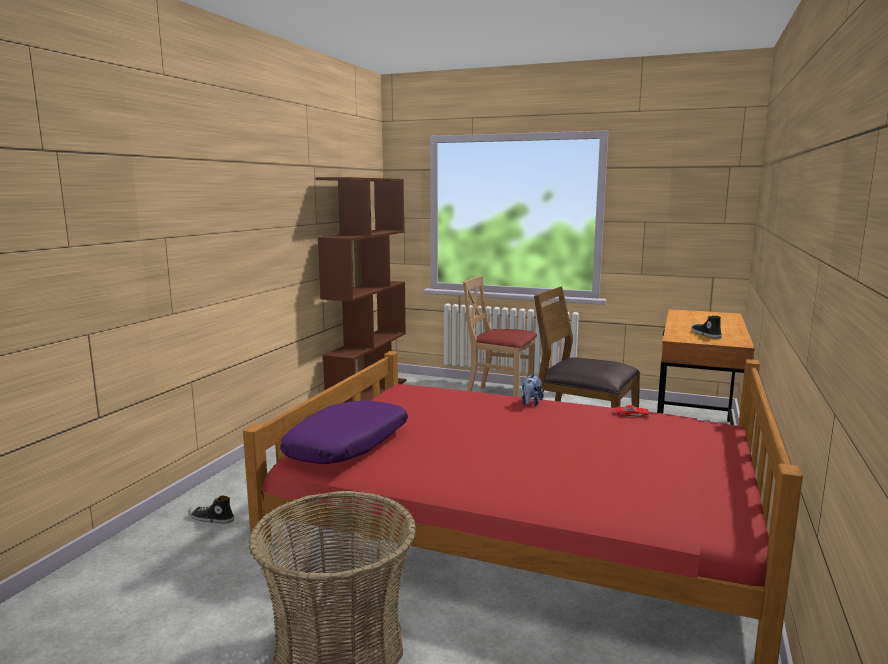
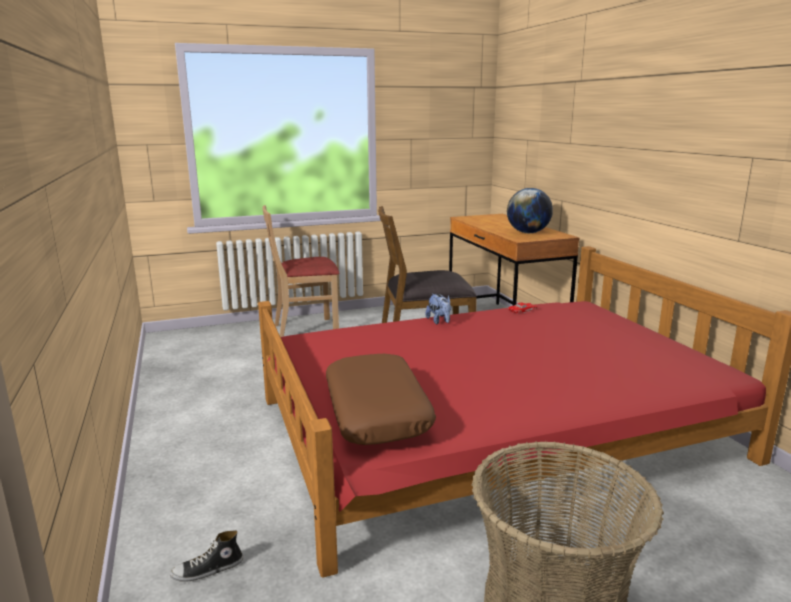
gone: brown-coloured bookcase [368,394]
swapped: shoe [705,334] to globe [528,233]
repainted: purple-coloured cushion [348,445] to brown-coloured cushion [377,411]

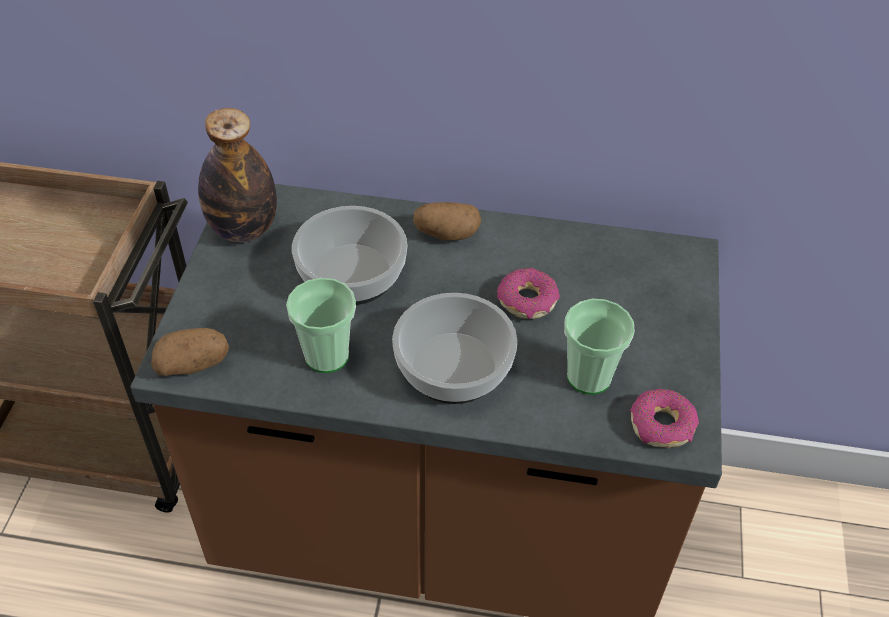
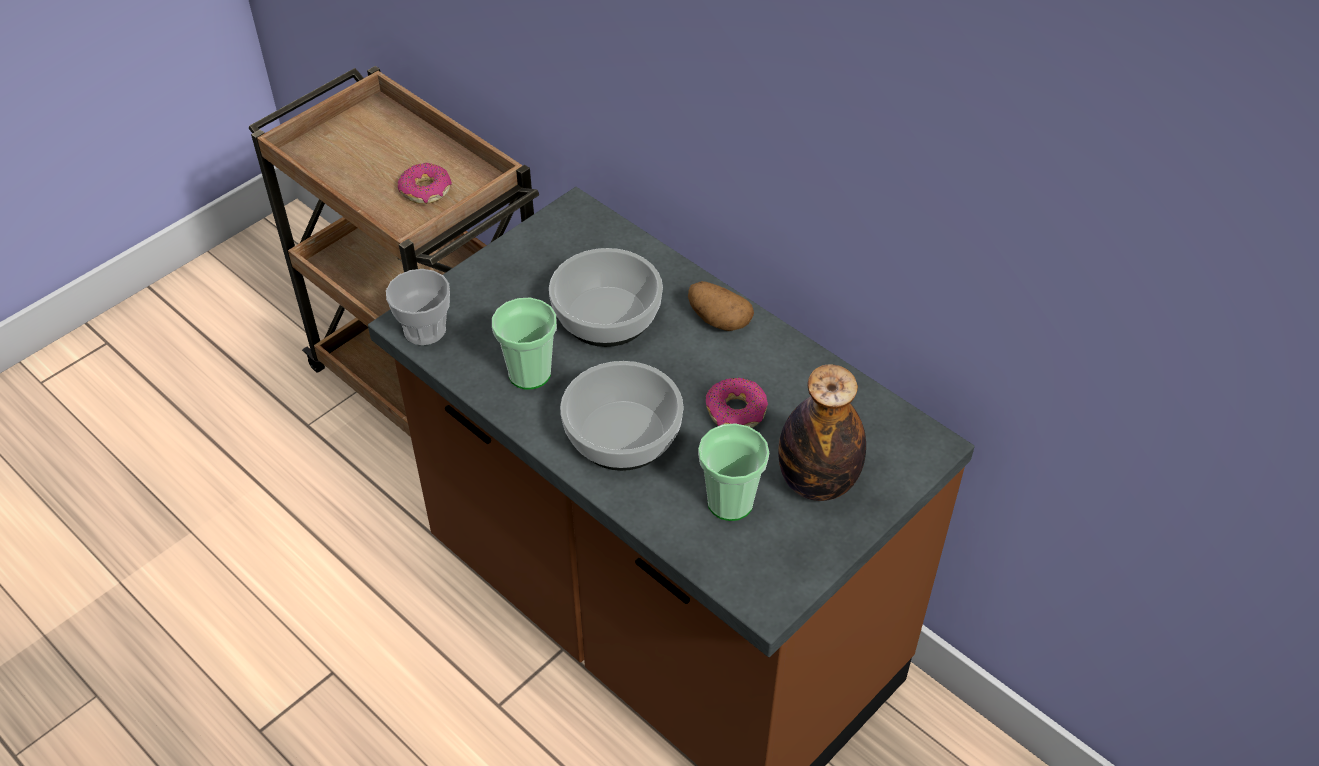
shifted: beverage bottle [243,229] to [817,482]; doughnut [662,426] to [426,191]
swapped: potato [193,364] to small cup [425,330]

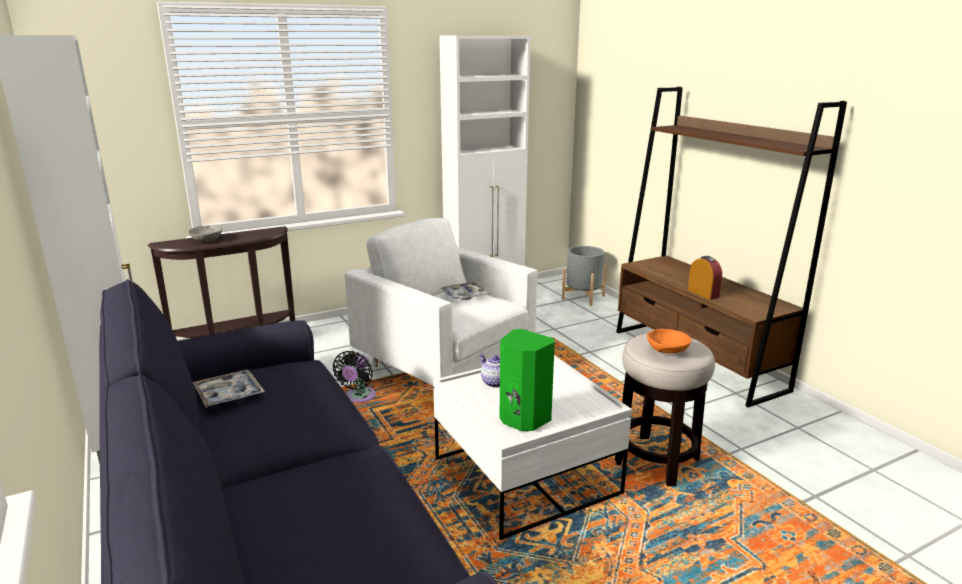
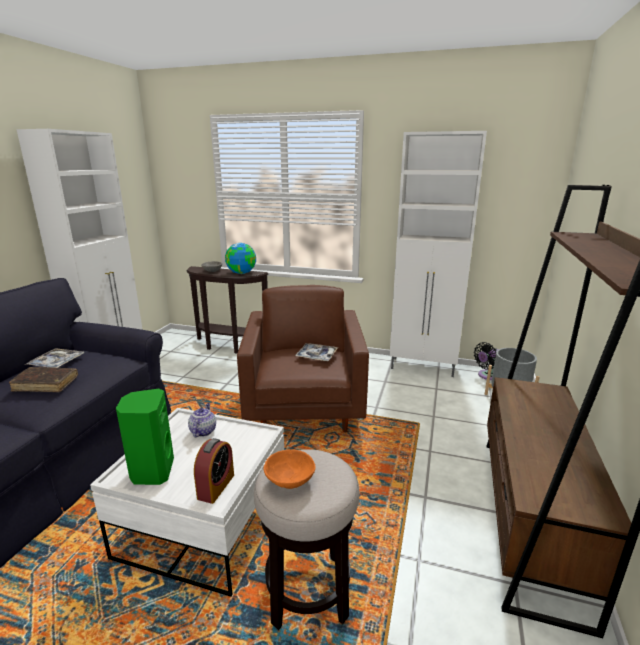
new: globe [241,273]; brown-coloured book [46,384]
shifted: alarm clock [703,293] to [216,486]; black-coloured electric fan [359,398] to [486,376]
repainted: white-coloured armchair [445,367] to brown-coloured armchair [305,408]

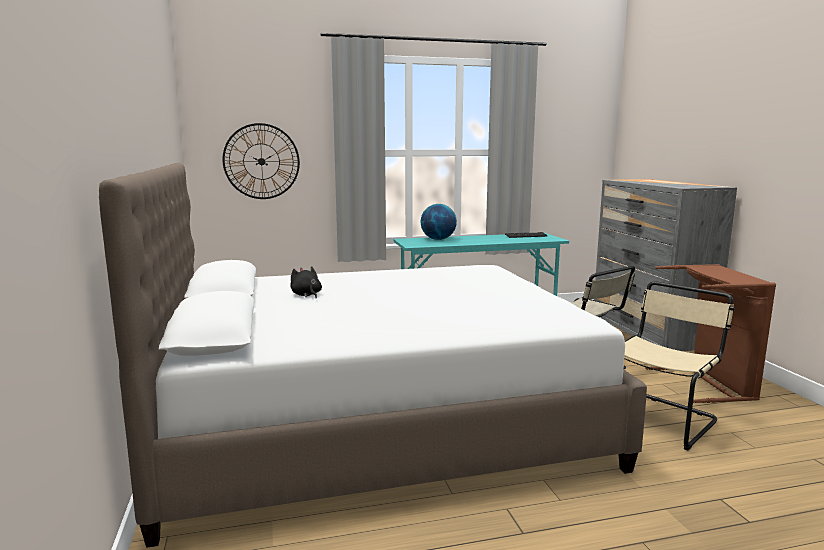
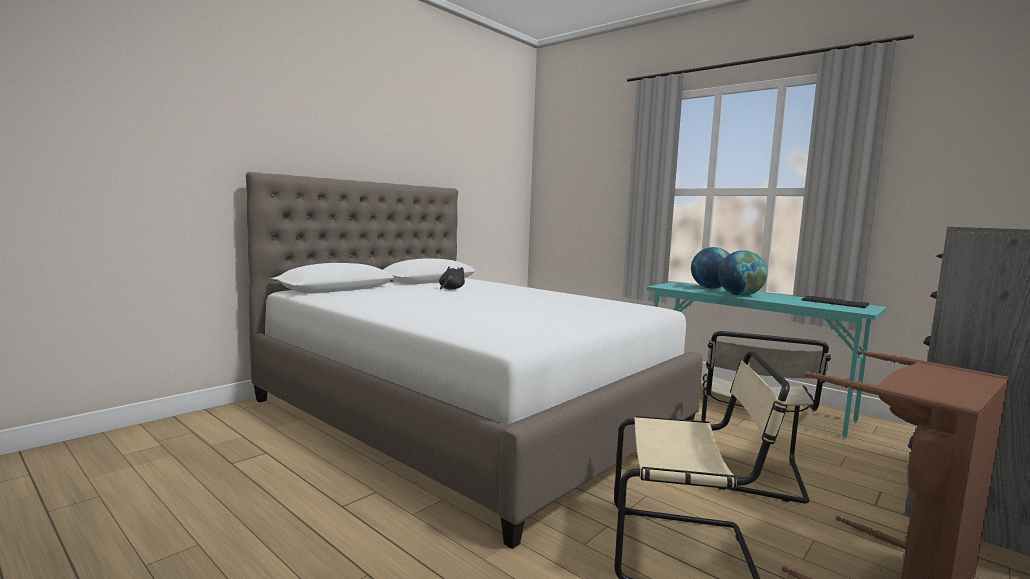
gone: hanging clock [261,161]
new: globe [740,295]

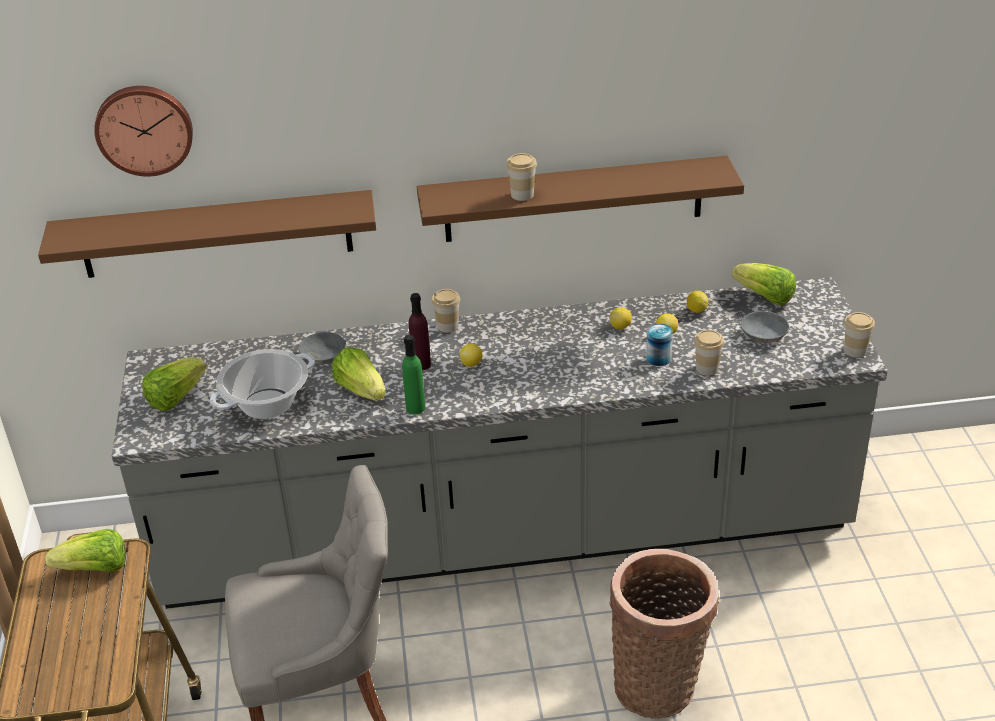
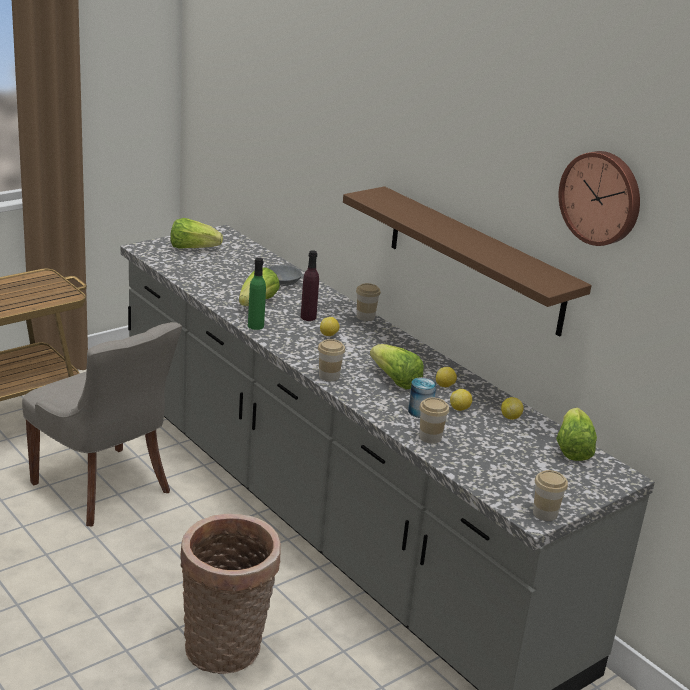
gone: brown-coloured bracket shelf [216,234]; greyish serving bowl [762,335]; cooking pot [267,403]
shifted: hanging clock [144,129] to [602,197]; small cup [522,195] to [329,376]; head of lettuce [95,569] to [395,380]

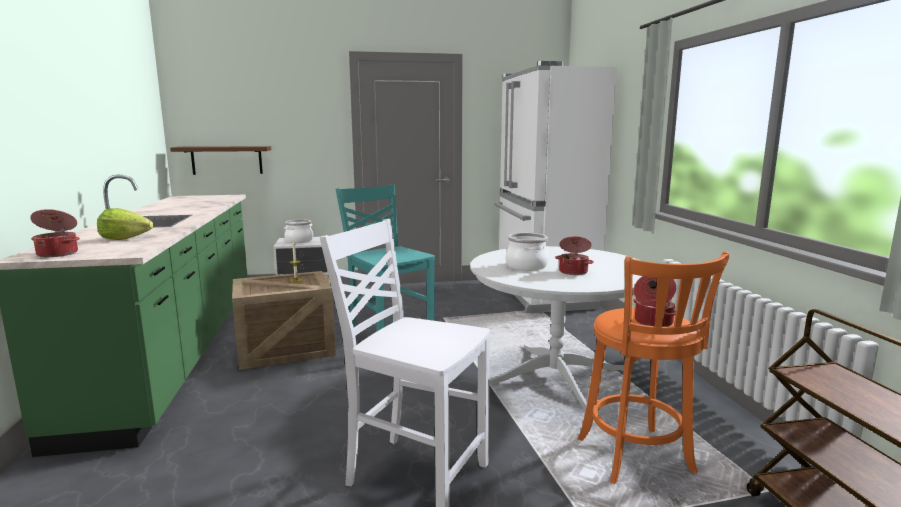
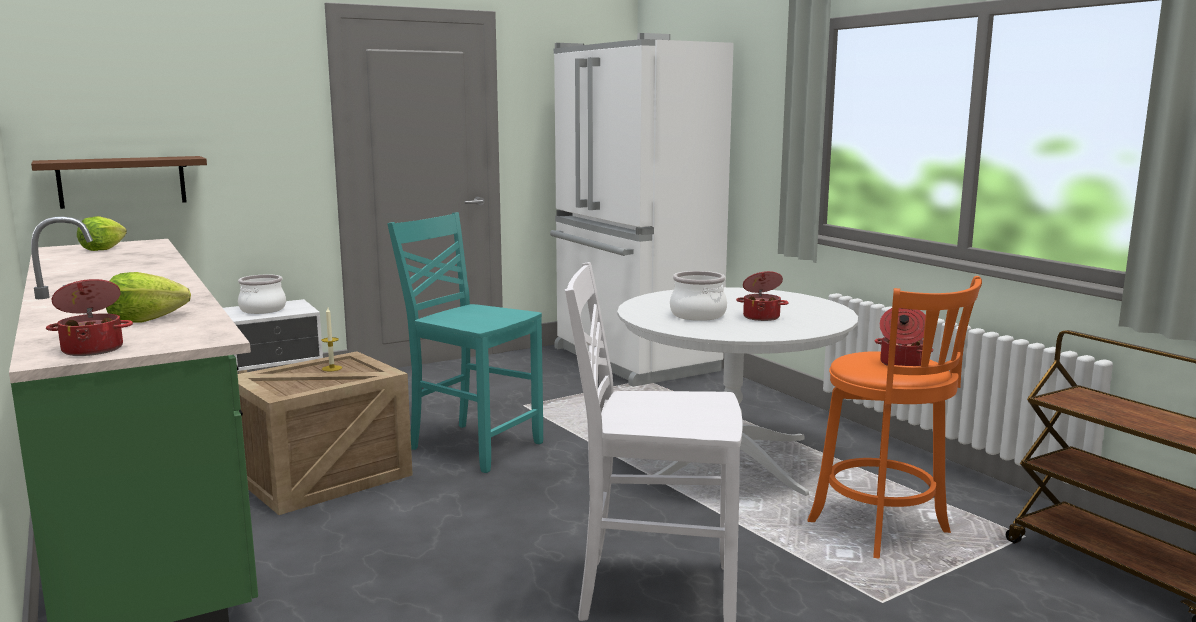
new: head of lettuce [103,249]

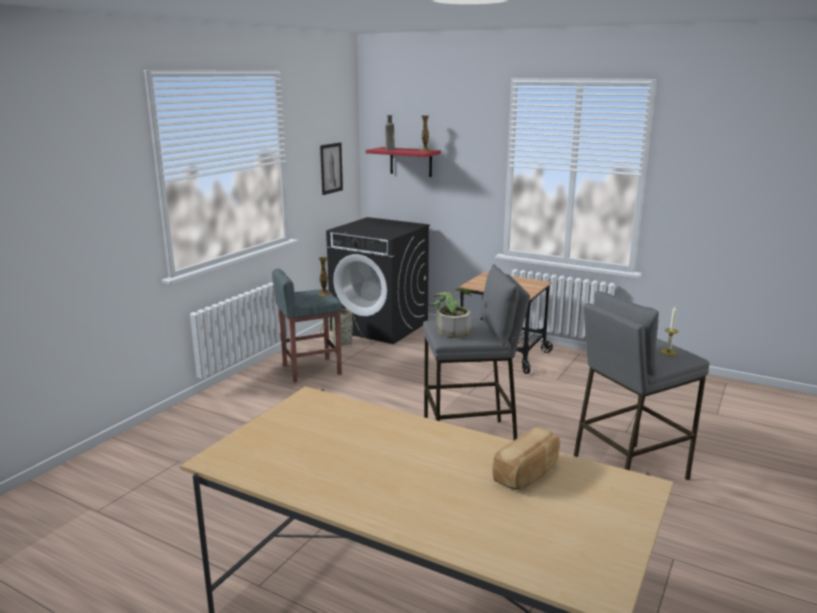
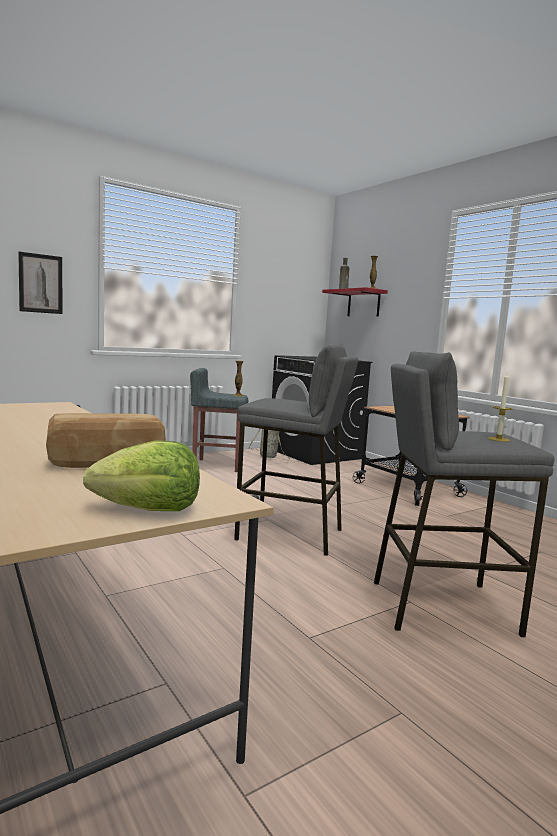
gone: potted plant [451,329]
new: head of lettuce [149,510]
shifted: picture [331,168] to [40,283]

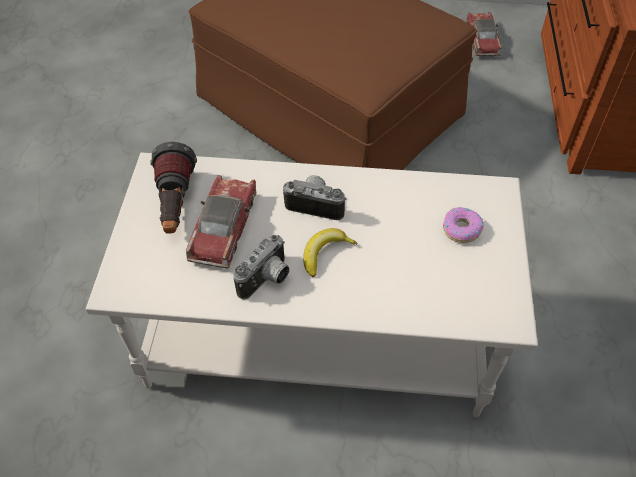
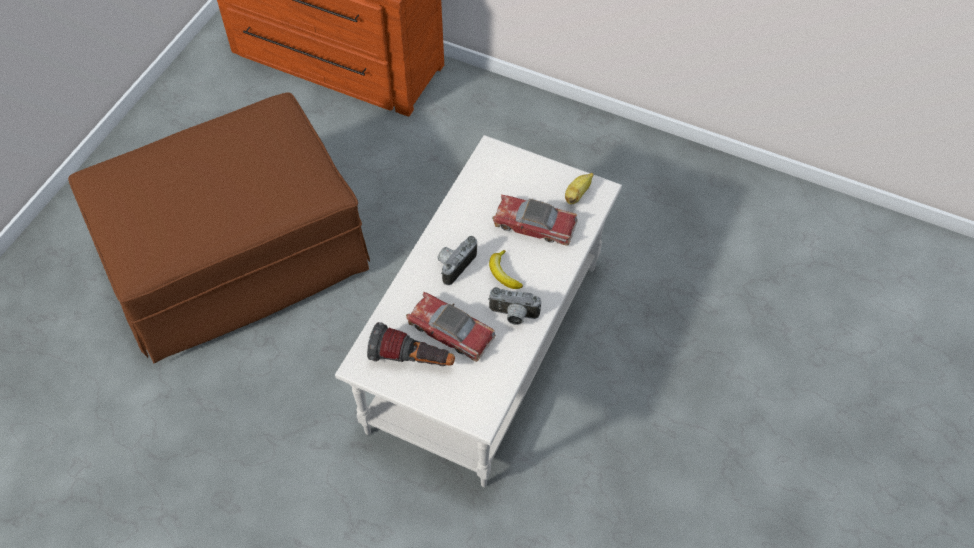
gone: doughnut [461,229]
new: banana [577,194]
shifted: model car [482,40] to [534,225]
rotated: photo camera [267,280] = [513,316] 135 degrees clockwise

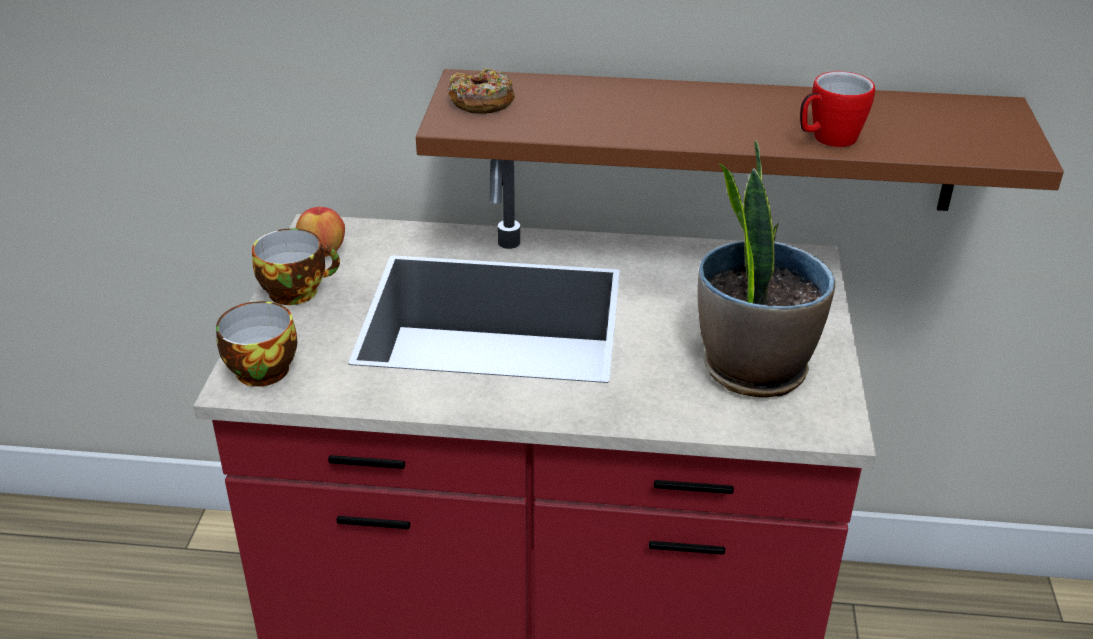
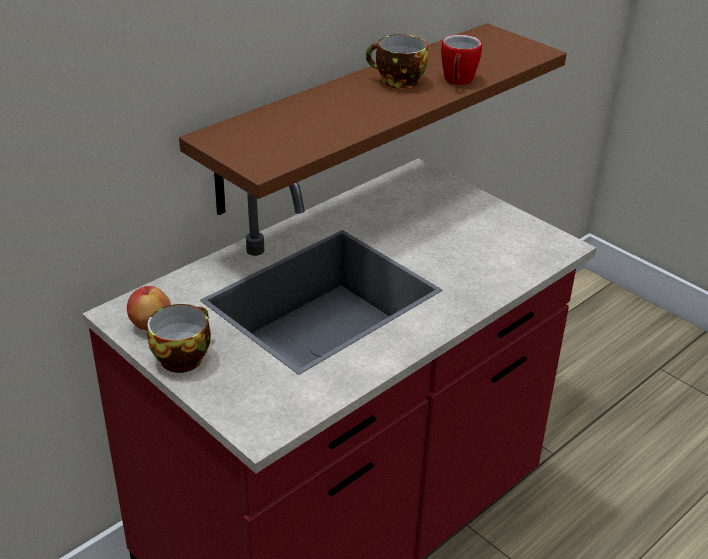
gone: doughnut [481,102]; potted plant [752,368]
shifted: small cup [259,369] to [397,82]

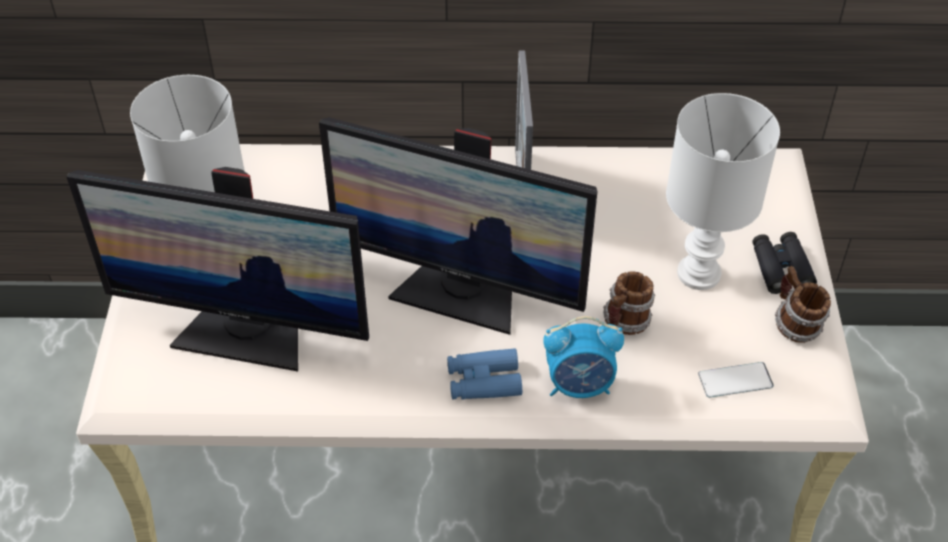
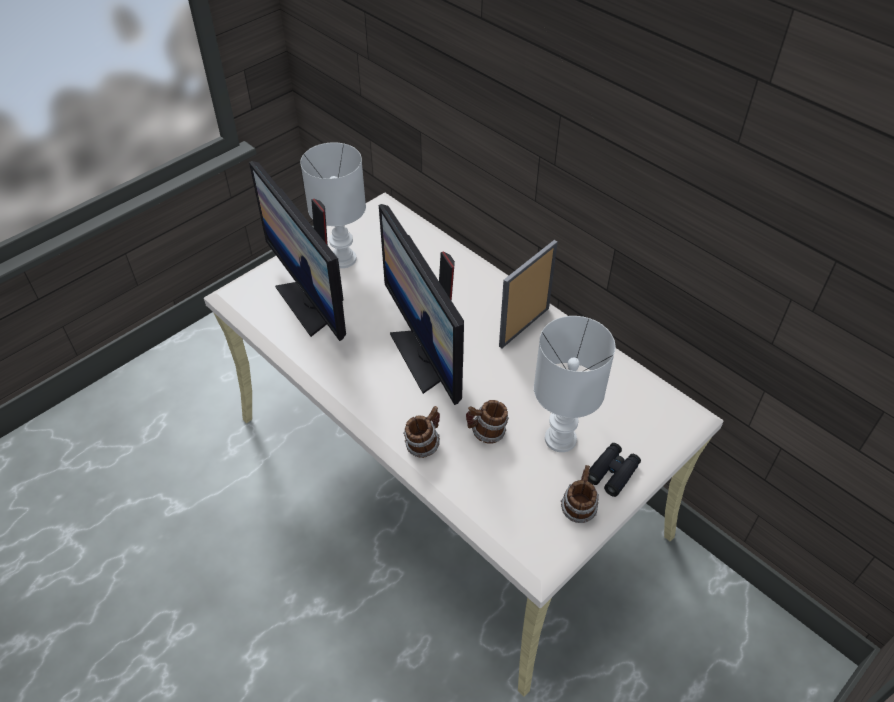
gone: bluish pair of binoculars [483,381]; telephone [735,380]
swapped: alarm clock [580,385] to mug [423,444]

